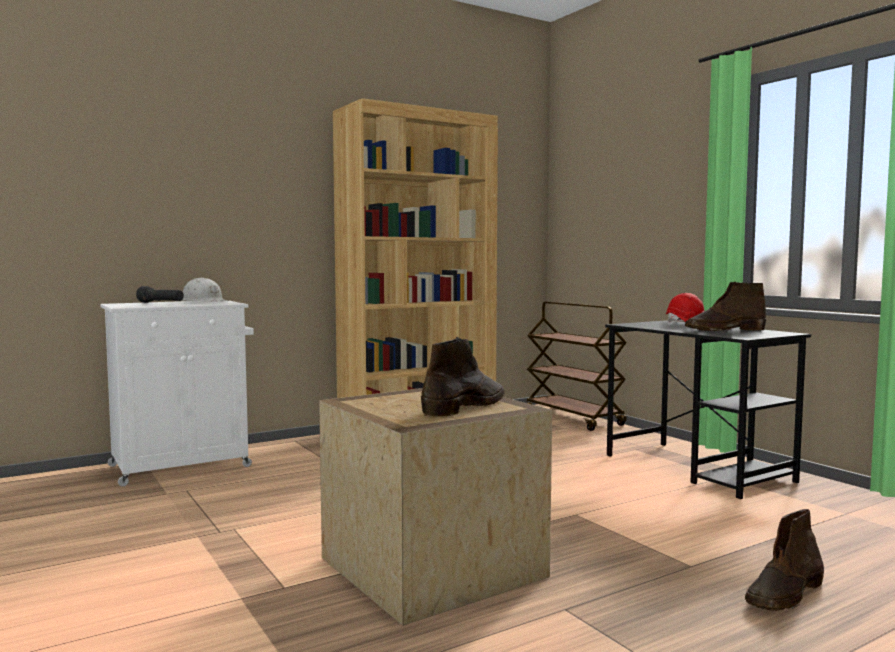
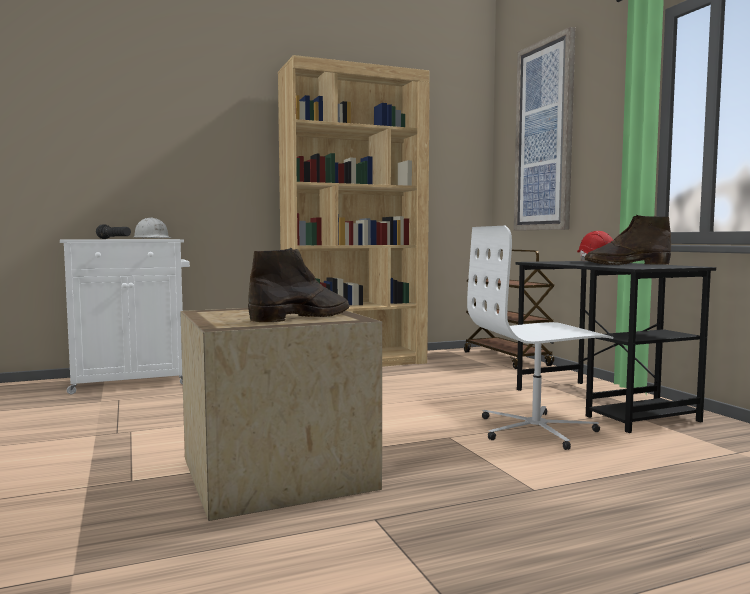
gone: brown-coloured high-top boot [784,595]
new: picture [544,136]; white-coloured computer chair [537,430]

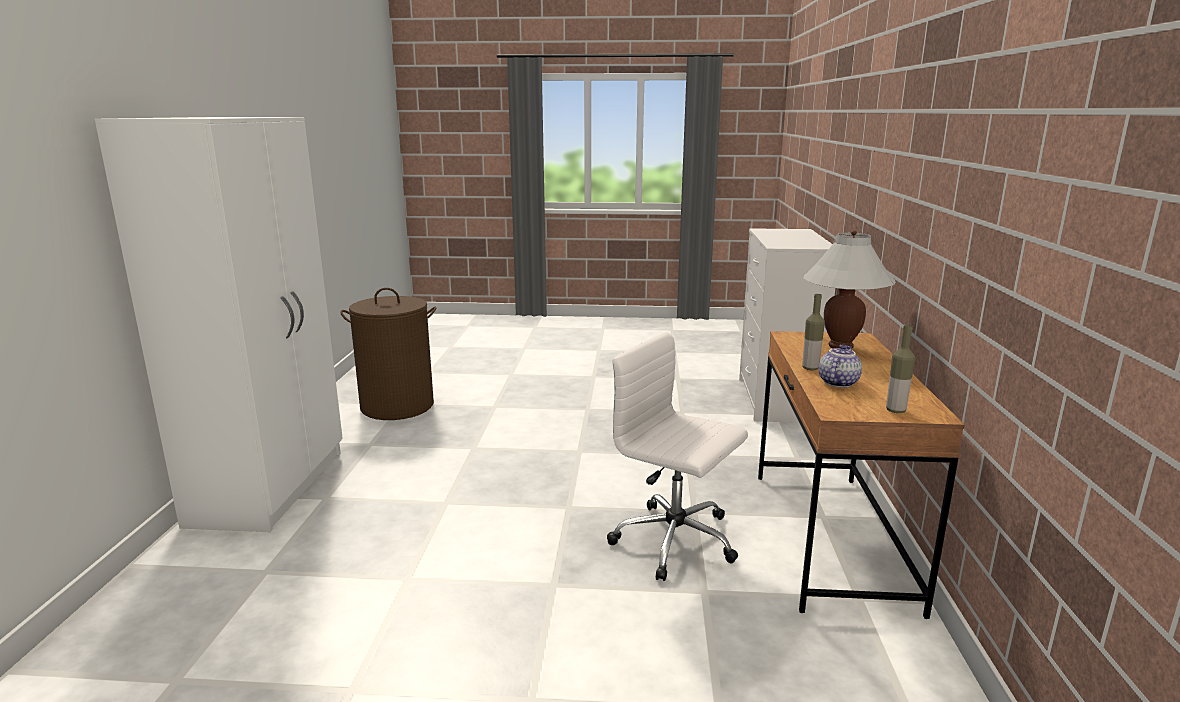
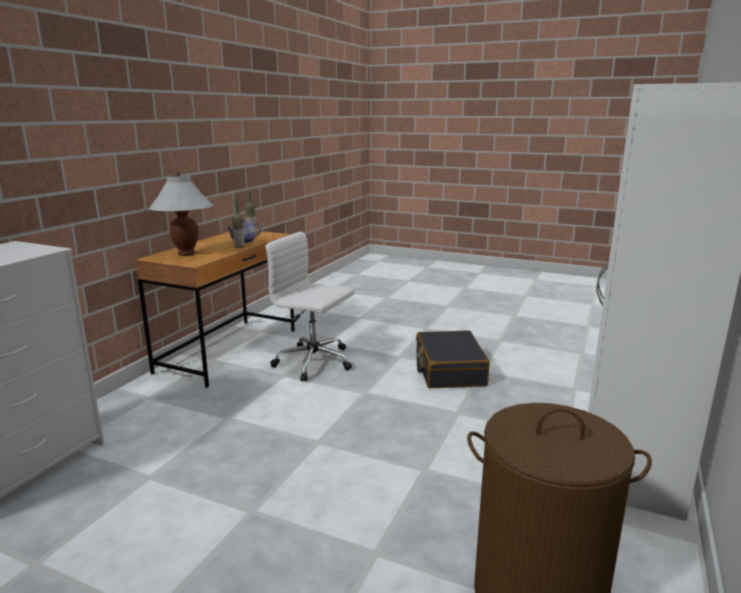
new: black-coloured piece of luggage [449,370]
rotated: white-coloured computer chair [676,541] = [315,362] 150 degrees clockwise

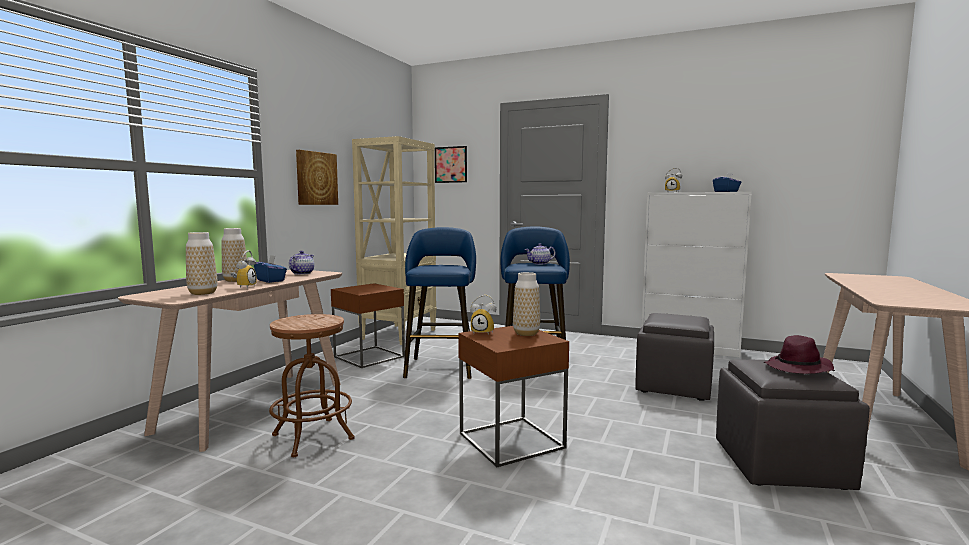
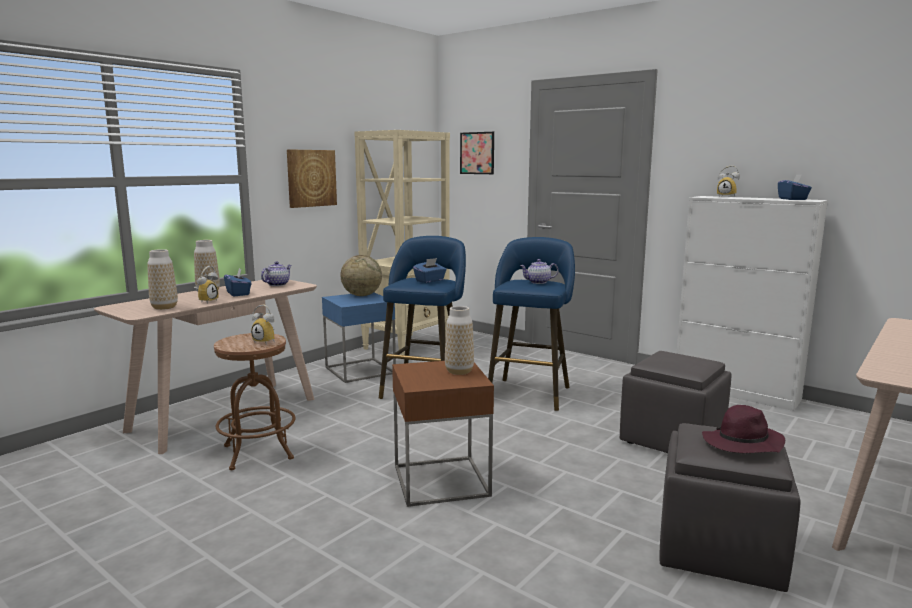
new: globe [361,295]; bluish tissue holder [430,281]
shifted: alarm clock [483,332] to [267,341]
repainted: brown-coloured accent table [369,356] to bluish accent table [360,370]

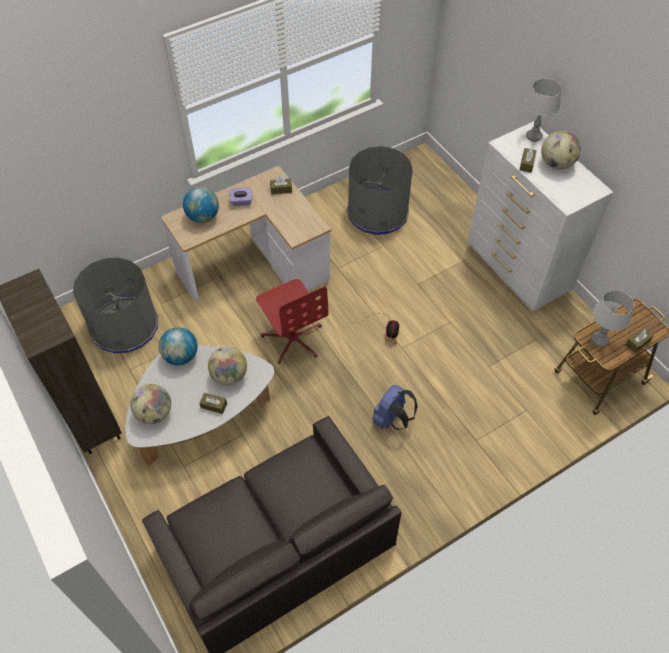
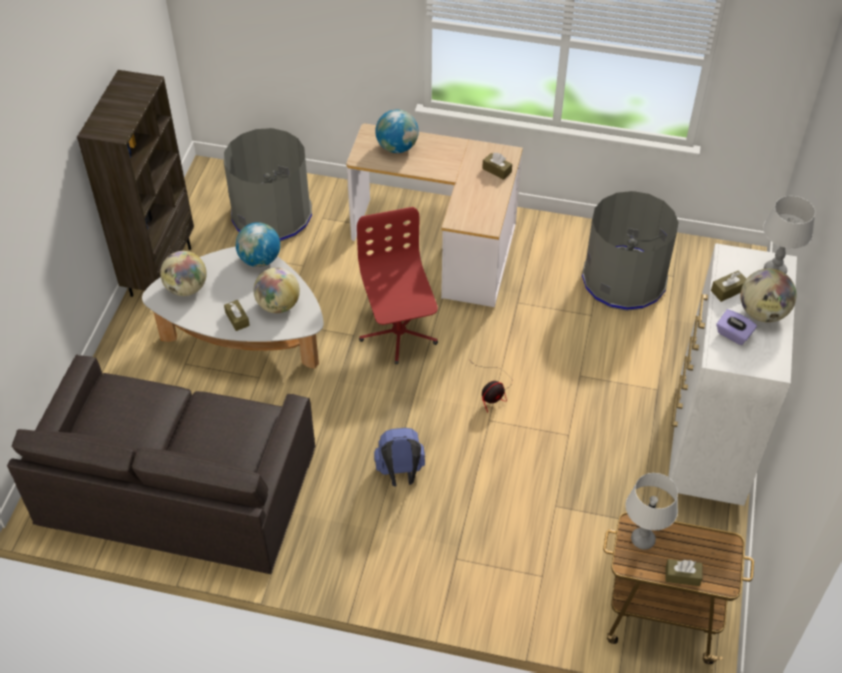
shifted: purple-coloured tissue holder [241,202] to [733,335]
rotated: reddish computer chair [293,338] = [398,333] 150 degrees clockwise

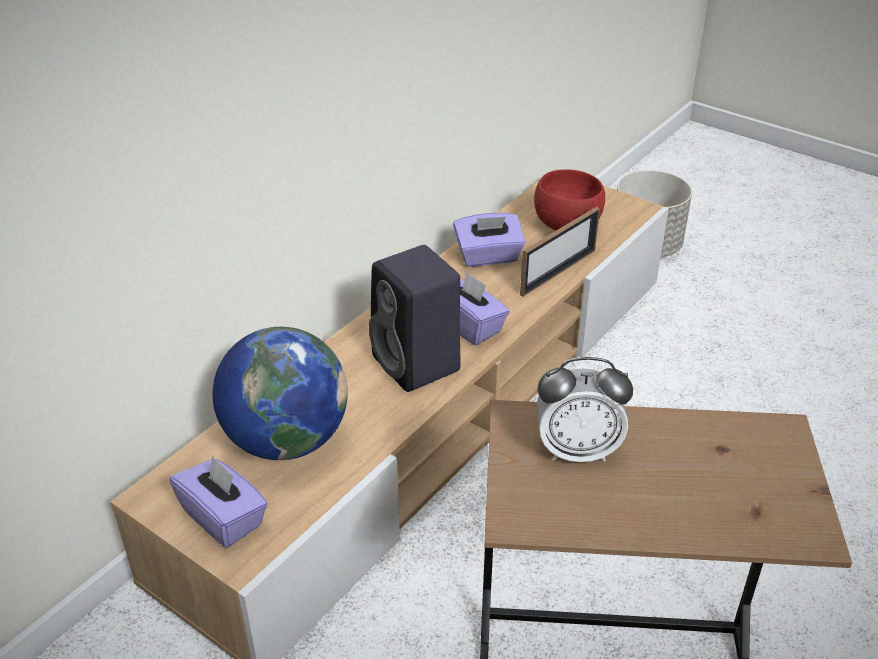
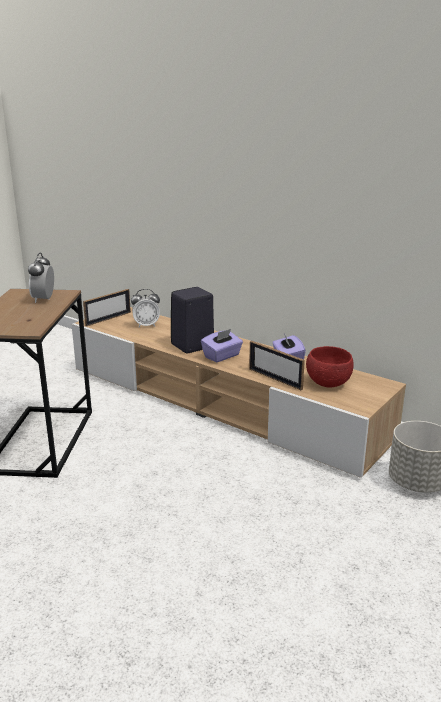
swapped: globe [286,440] to alarm clock [146,325]; purple-coloured tissue holder [224,518] to photo frame [108,319]

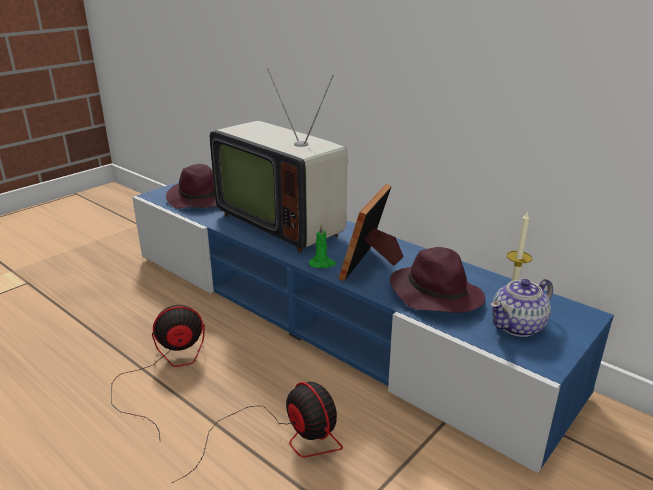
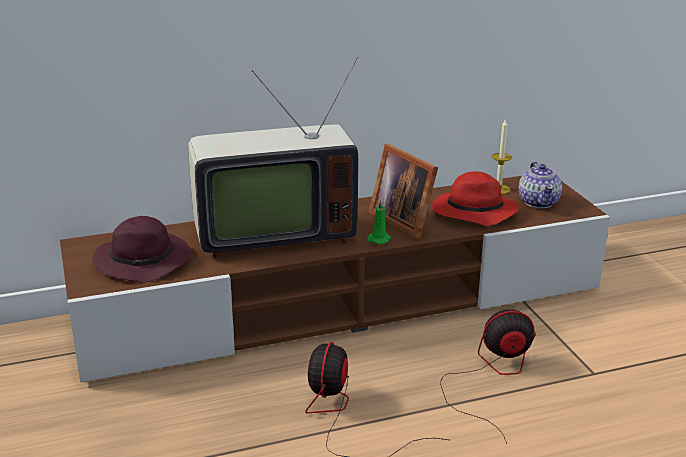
repainted: bluish tv unit [327,316] to brown-coloured tv unit [343,304]; purple-coloured hat [434,293] to reddish hat [472,213]

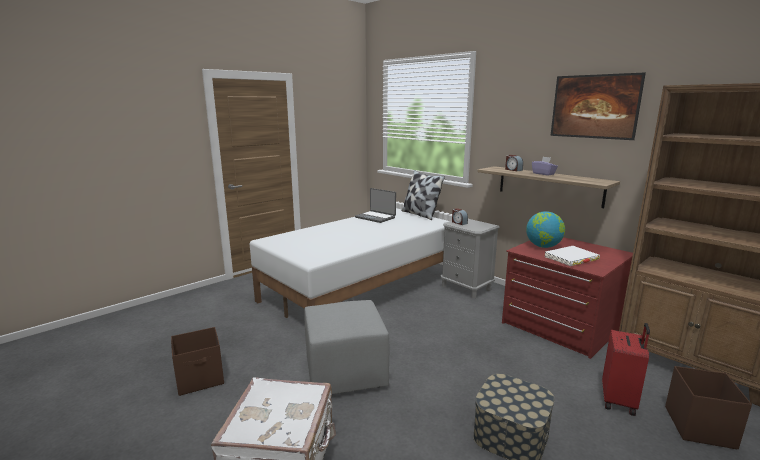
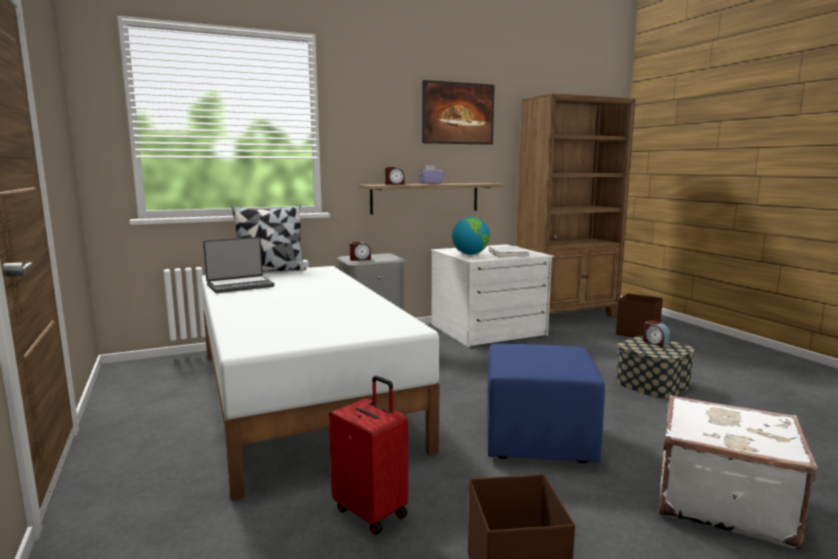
new: alarm clock [655,343]
shifted: reddish piece of luggage [619,401] to [372,511]
repainted: reddish chest of drawers [560,325] to white-coloured chest of drawers [488,330]; greyish pouffe [346,373] to bluish pouffe [539,440]

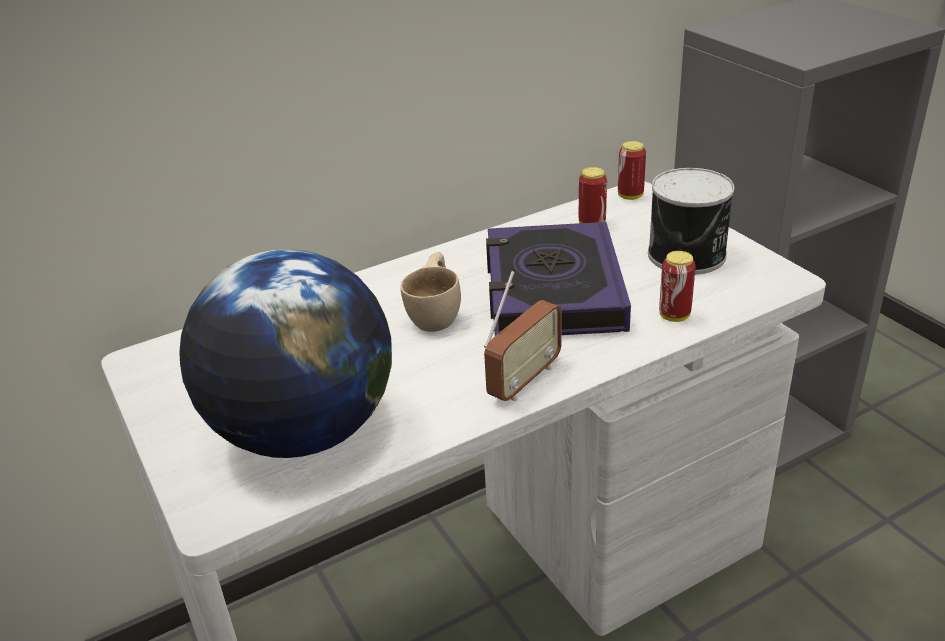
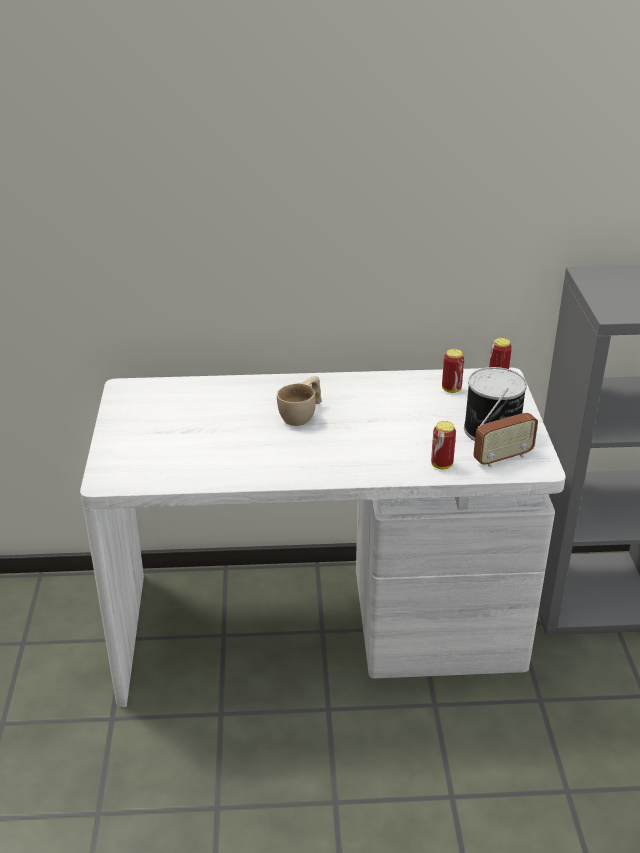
gone: book [552,291]; globe [303,432]
shifted: radio receiver [524,380] to [502,458]

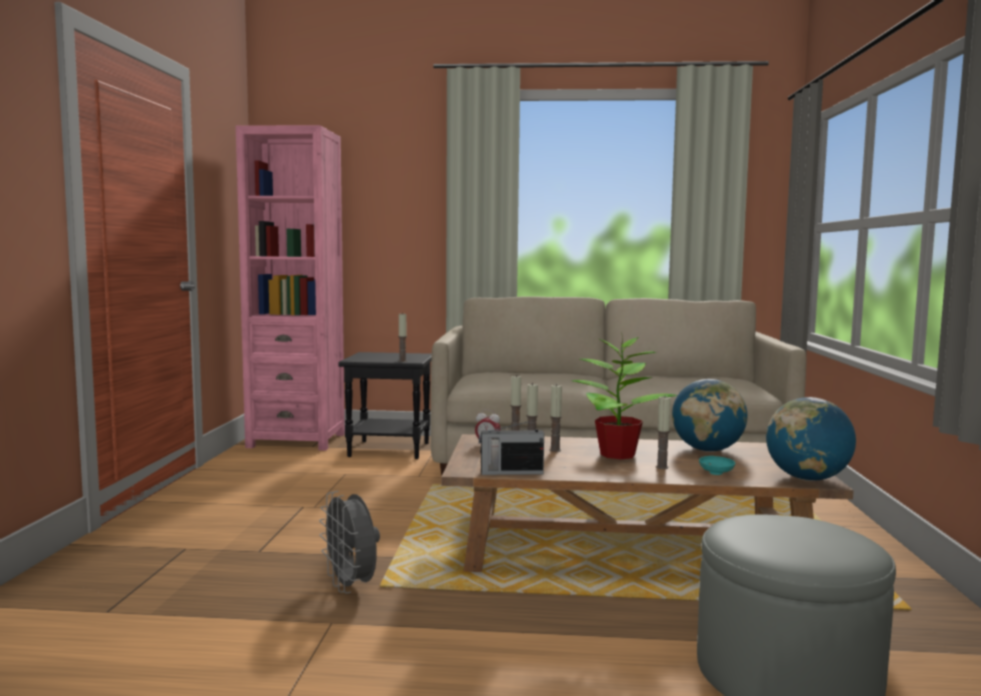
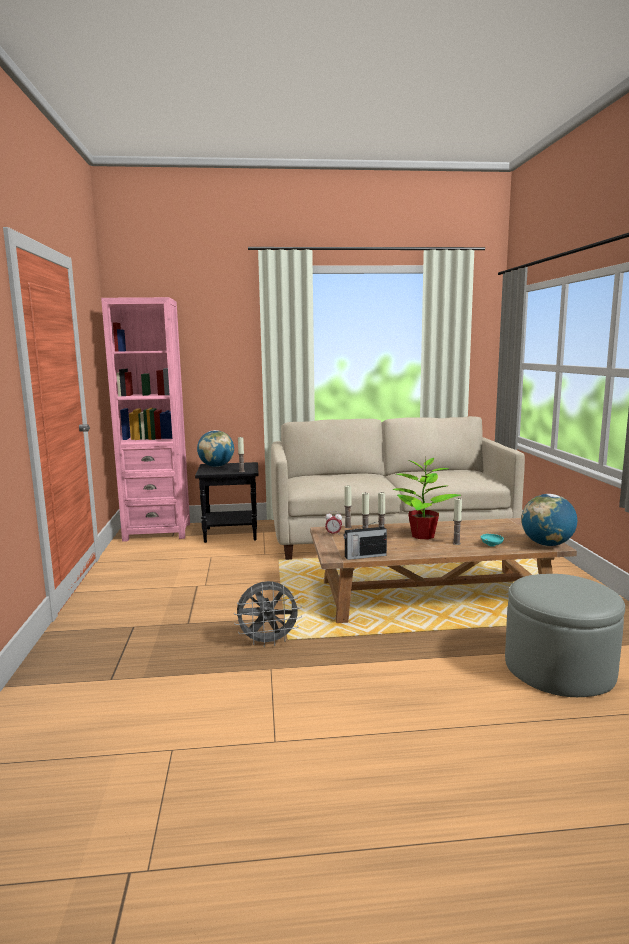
shifted: globe [707,450] to [216,466]
rotated: greyish electric fan [351,587] = [268,642] 60 degrees counterclockwise

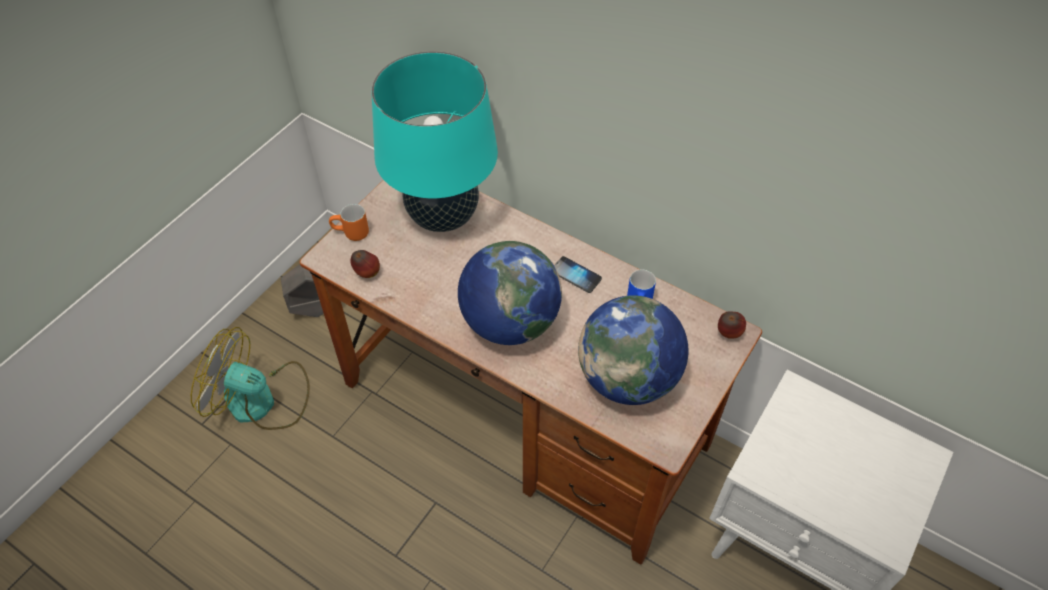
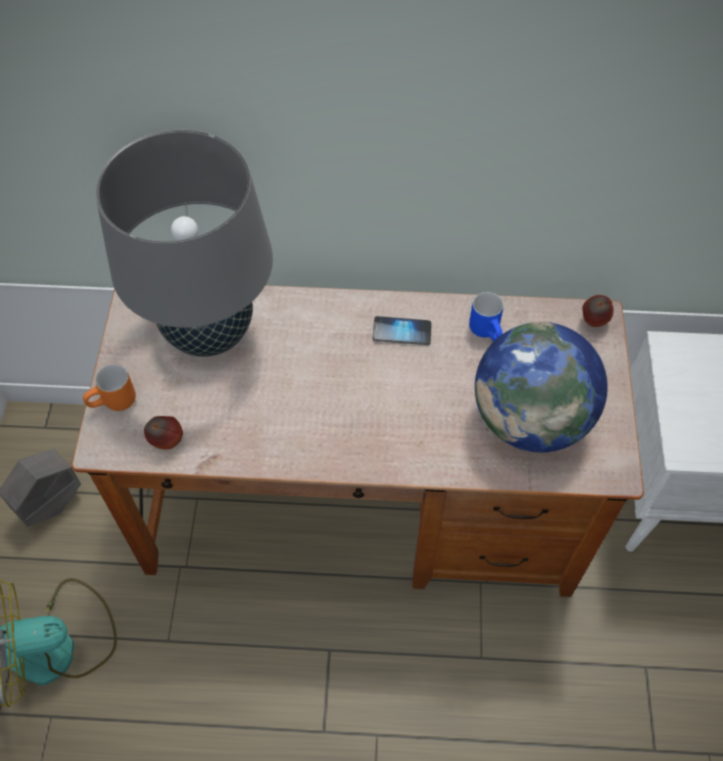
gone: globe [510,322]
repainted: turquoise-coloured lamp for a table [443,216] to greyish lamp for a table [209,331]

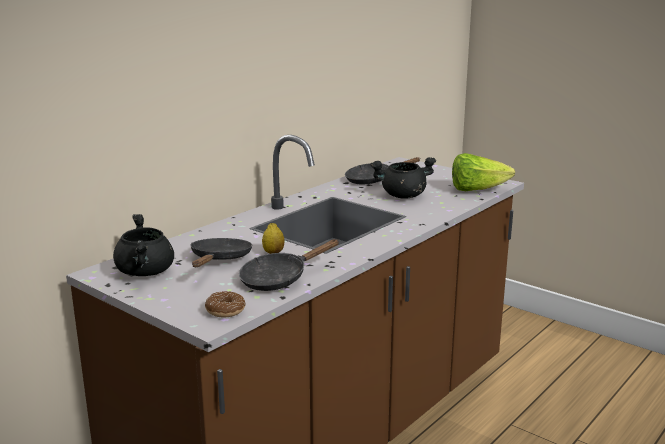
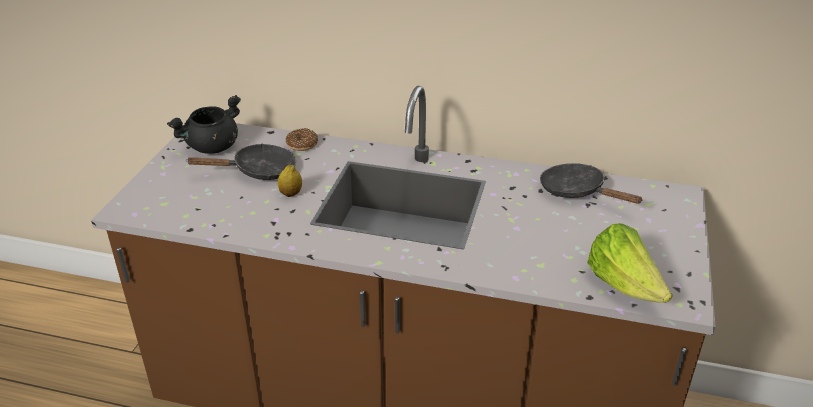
gone: black-coloured cooking pot [402,196]; black-coloured skillet [279,279]
shifted: doughnut [225,310] to [302,144]

